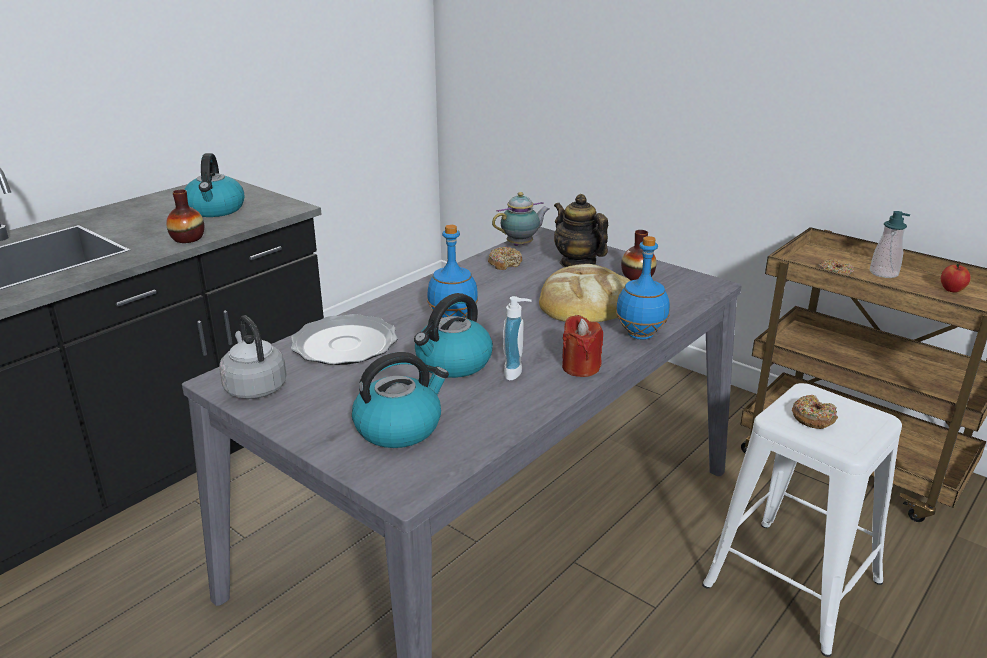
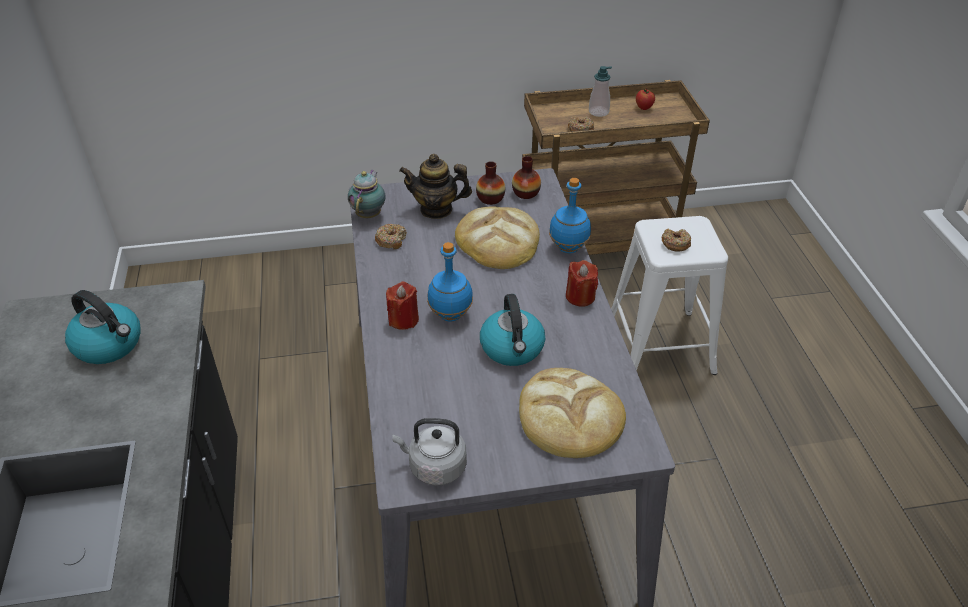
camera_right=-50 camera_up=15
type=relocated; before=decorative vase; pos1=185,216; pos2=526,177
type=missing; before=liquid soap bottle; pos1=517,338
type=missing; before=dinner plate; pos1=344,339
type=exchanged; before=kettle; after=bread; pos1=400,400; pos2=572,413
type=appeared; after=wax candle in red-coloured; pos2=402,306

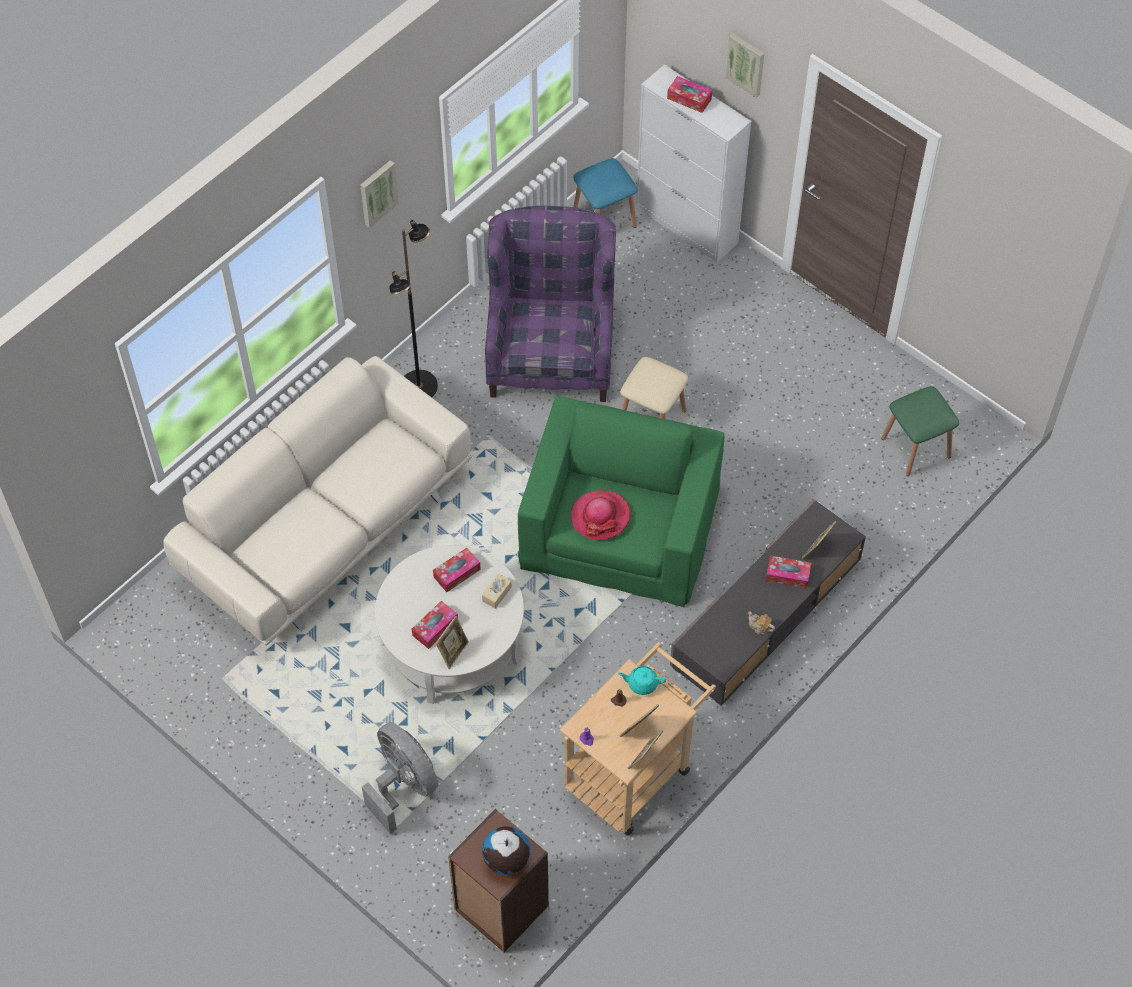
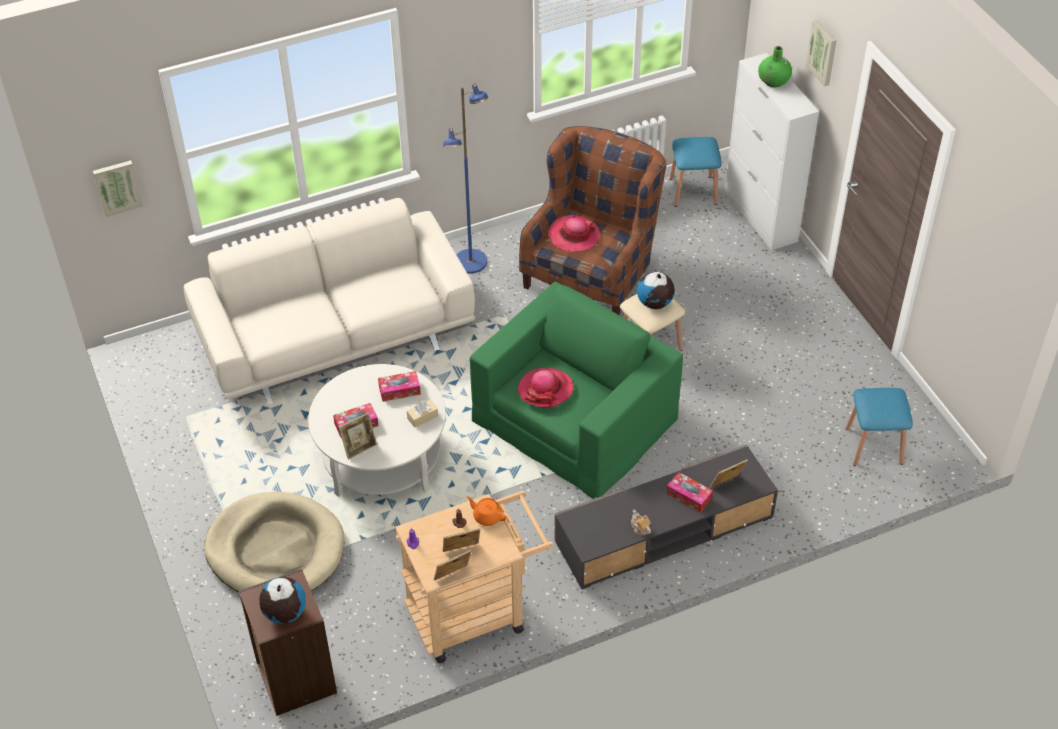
camera_right=25 camera_up=-10
type=exchanged; before=box of tissues; after=decorative vase in green-coloured; pos1=689,94; pos2=775,66
type=relocated; before=wall picture; pos1=379,194; pos2=118,188
type=colour; before=armchair in purple; after=armchair in brown-coloured; pos1=550,304; pos2=593,220
type=colour; before=standing lamp in black; after=standing lamp in bluish; pos1=413,308; pos2=465,178
type=colour; before=sitting stool in green-coloured; after=sitting stool in bluish; pos1=920,431; pos2=879,427
type=colour; before=pot for tea in turquoise-coloured; after=pot for tea in orange-coloured; pos1=642,680; pos2=486,511
type=exchanged; before=fan in greyish; after=pet bed in sand-coloured; pos1=400,778; pos2=274,542
type=appeared; after=clothing hat; pos2=574,233
type=appeared; after=desk globe; pos2=656,290

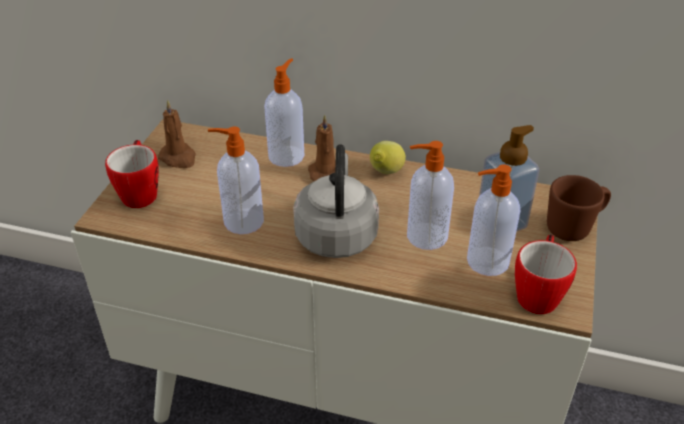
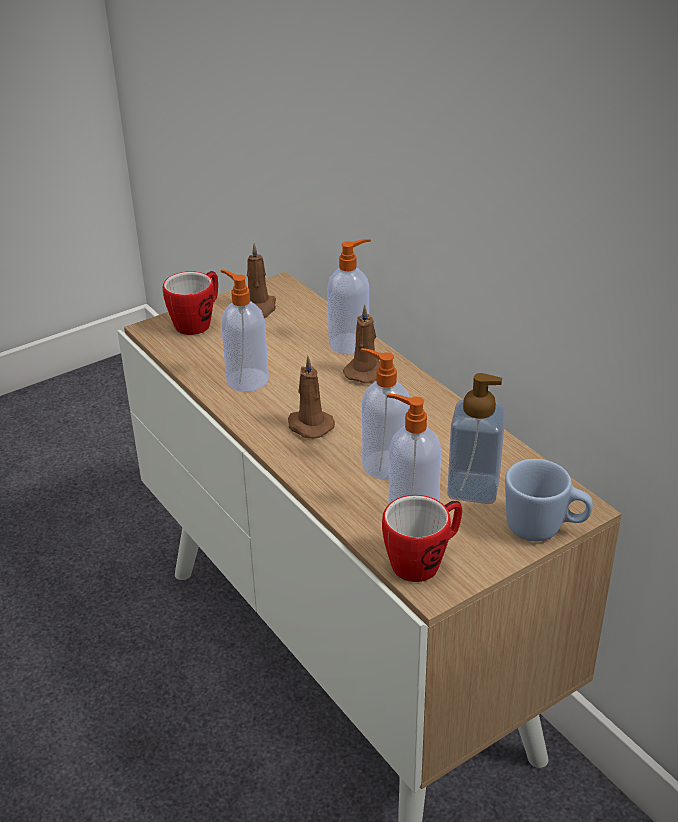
camera_right=40 camera_up=-5
type=missing; before=citrus fruit; pos1=388,157
type=exchanged; before=kettle in greyish; after=wax candle in brown-coloured; pos1=336,201; pos2=311,397
type=colour; before=mug in brown-coloured; after=mug in bluish; pos1=579,208; pos2=549,500

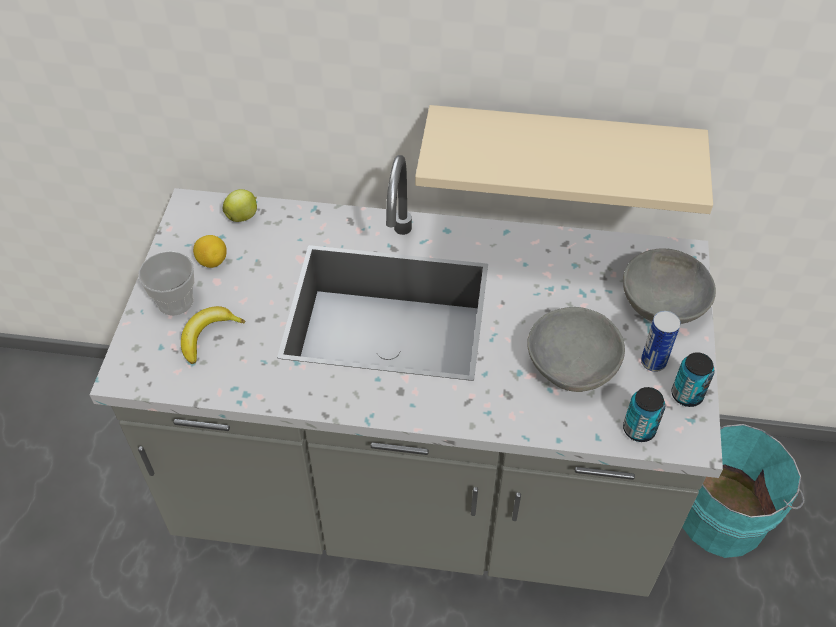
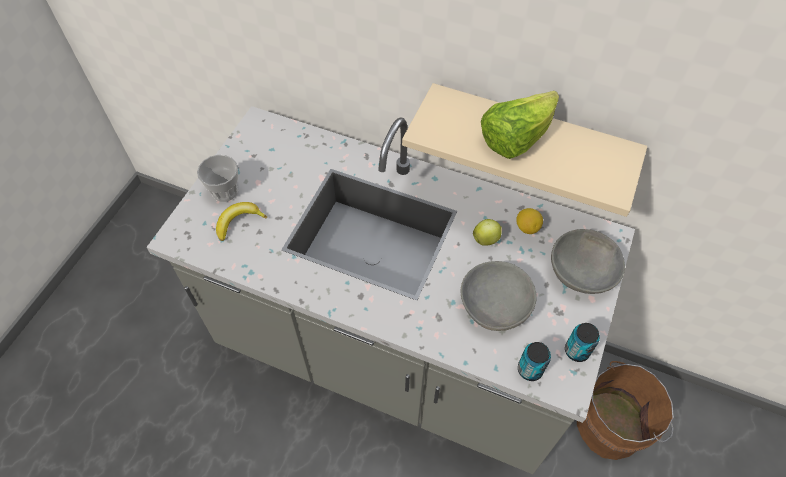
camera_right=15 camera_up=5
type=relocated; before=whole apple; pos1=240,205; pos2=487,232
type=relocated; before=citrus fruit; pos1=210,251; pos2=529,221
type=missing; before=can; pos1=661,341
type=colour; before=bucket in turquoise-coloured; after=bucket in brown-coloured; pos1=743,491; pos2=625,410
type=appeared; after=lettuce; pos2=520,125

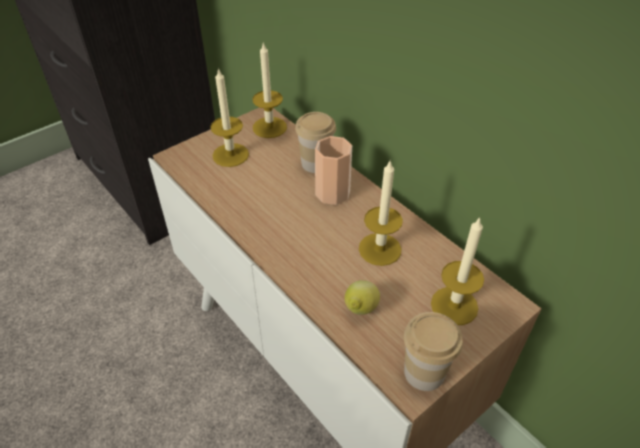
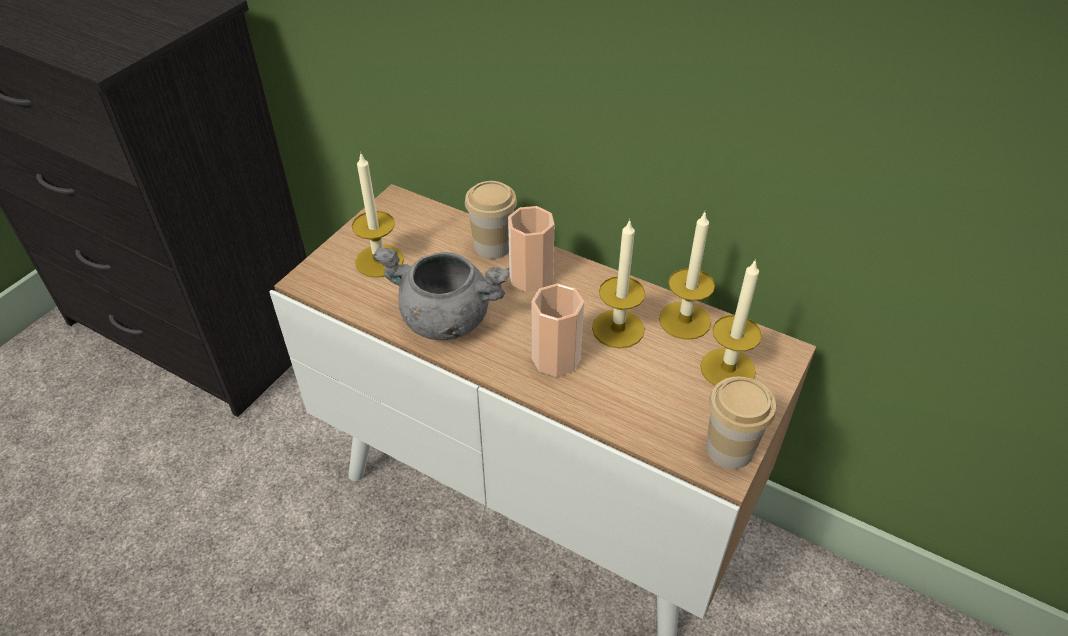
camera_right=-20 camera_up=0
type=relocated; before=wax candle; pos1=269,90; pos2=687,276
type=missing; before=citrus fruit; pos1=362,297
type=appeared; after=saucepot in greyish; pos2=441,294
type=appeared; after=cup; pos2=558,330

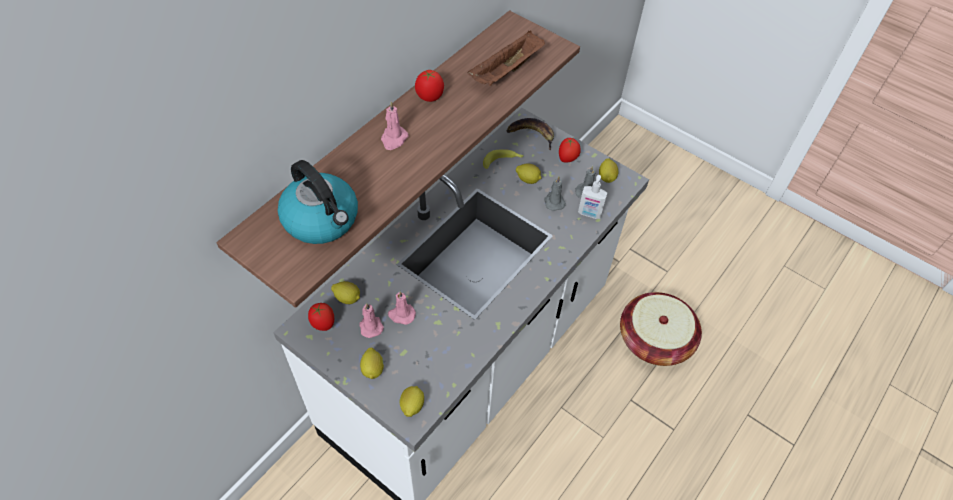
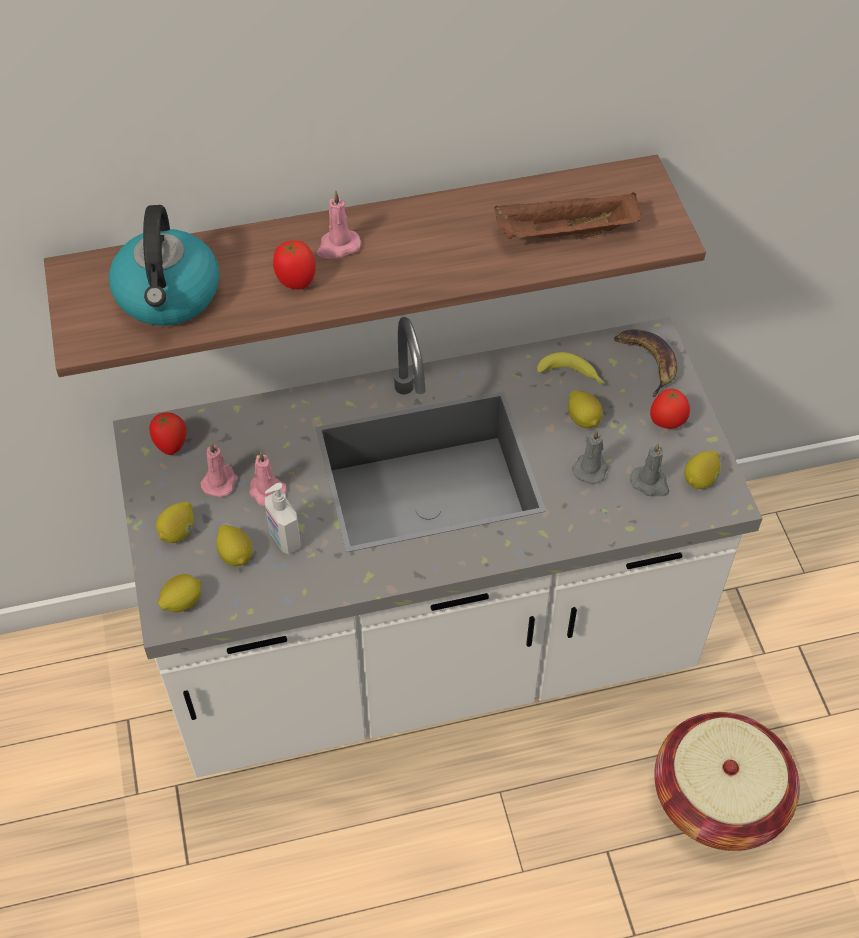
camera_right=40 camera_up=0
type=relocated; before=whole tomato; pos1=429,86; pos2=294,265
type=relocated; before=liquid soap bottle; pos1=592,197; pos2=283,519
type=relocated; before=citrus fruit; pos1=345,292; pos2=234,545

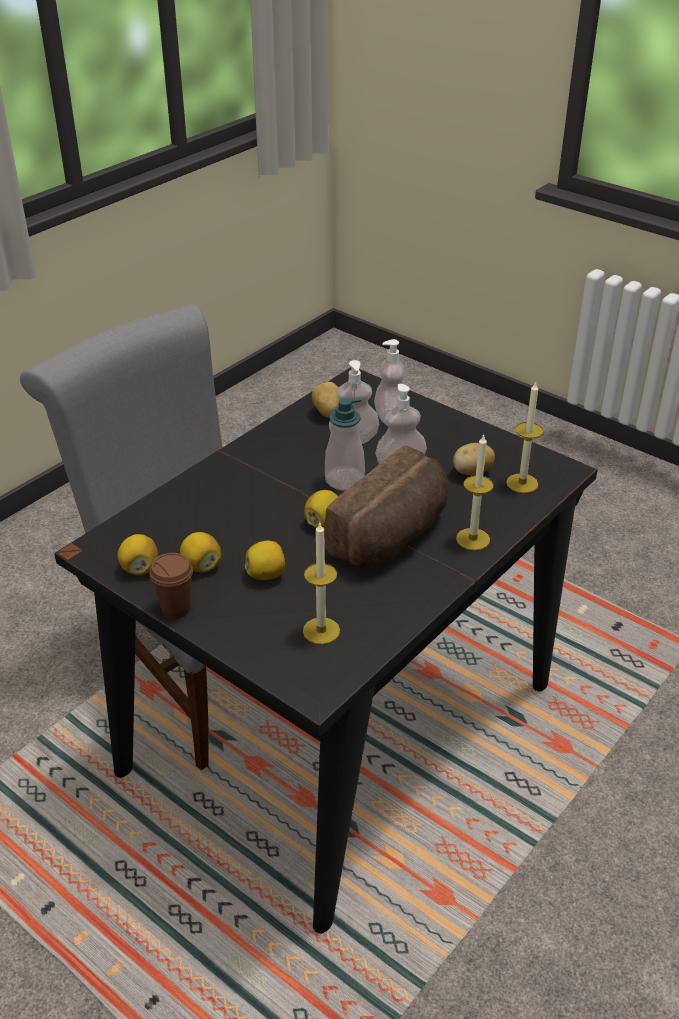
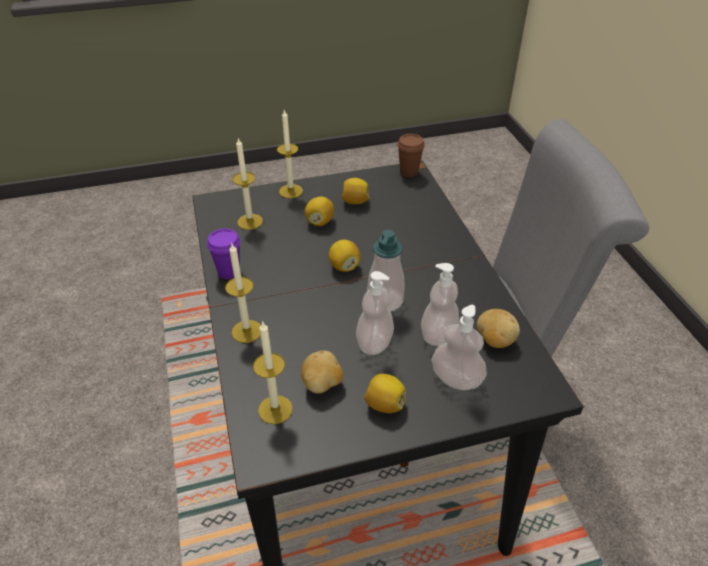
camera_right=125 camera_up=5
type=missing; before=bread; pos1=387,507
type=relocated; before=citrus fruit; pos1=138,554; pos2=385,393
type=relocated; before=cup in brown-coloured; pos1=171,586; pos2=411,155
type=appeared; after=wax candle; pos2=290,154
type=appeared; after=cup in purple; pos2=224,253

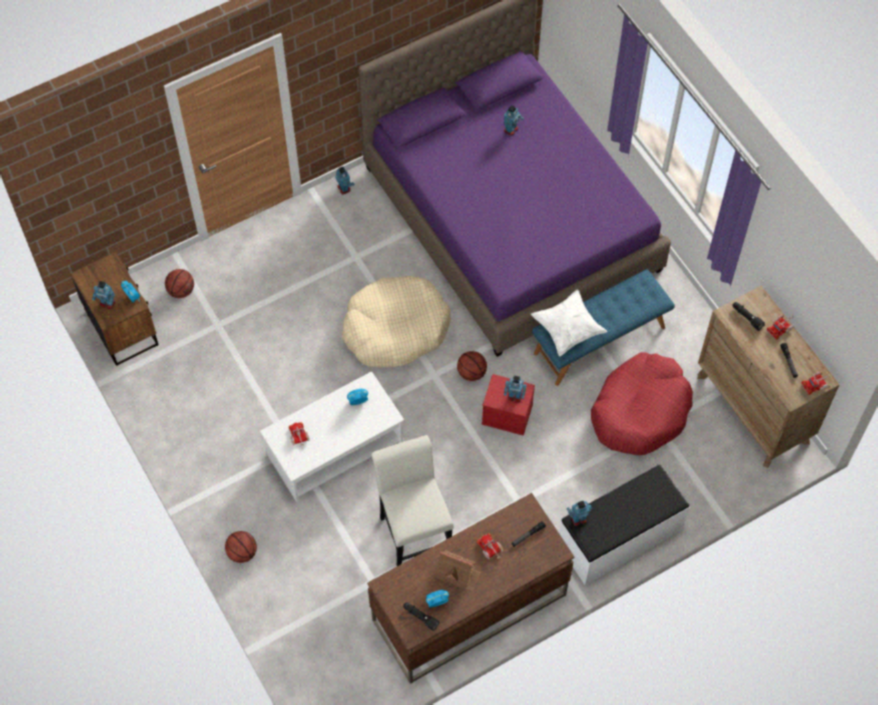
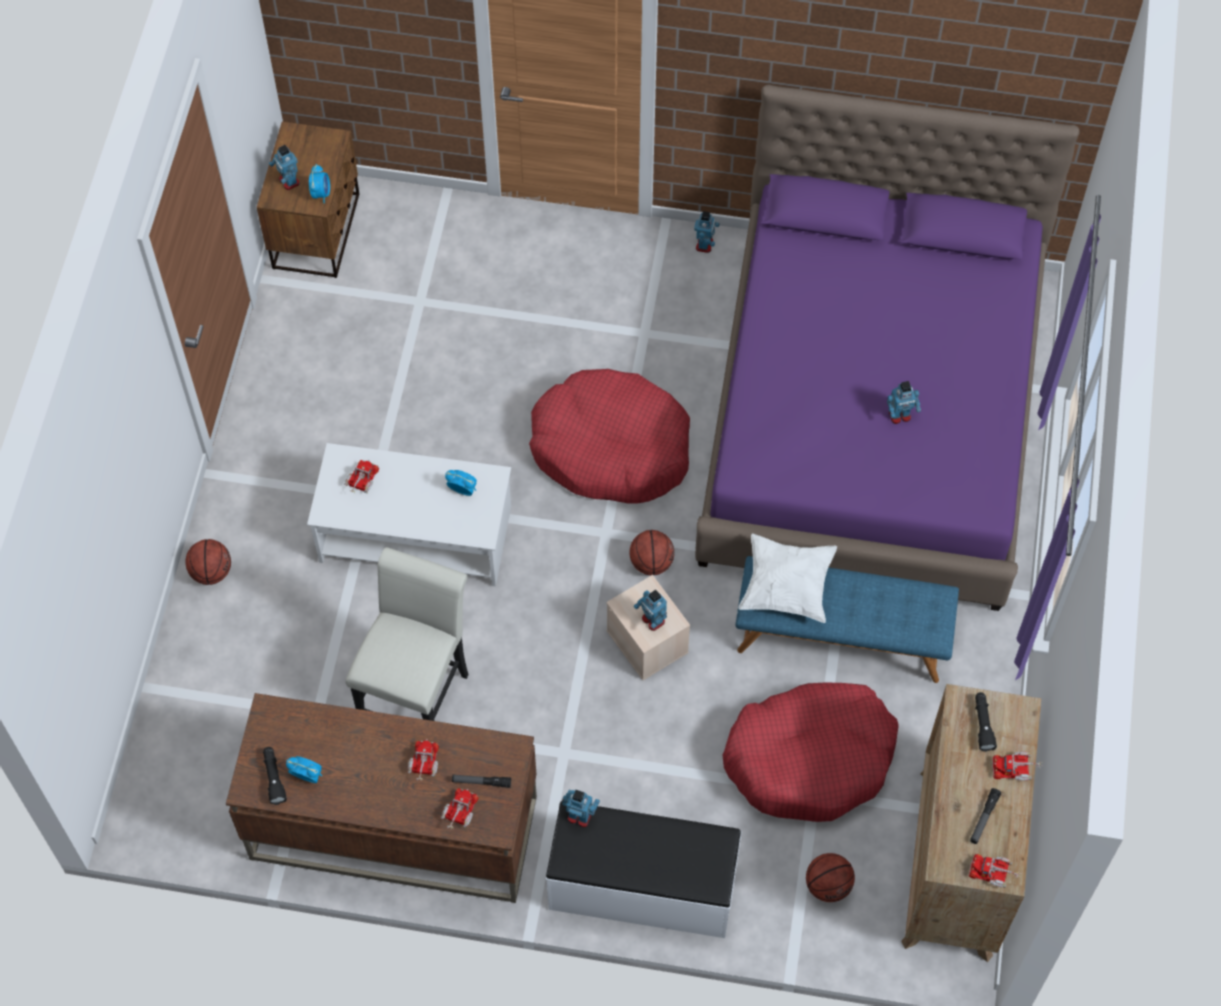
camera_right=40 camera_up=0
type=relocated; before=robot figure; pos1=514,120; pos2=904,402
type=relocated; before=basketball; pos1=179,283; pos2=830,877
type=colour; before=pet bed in sand-coloured; after=pet bed in red-coloured; pos1=396,321; pos2=609,436
type=colour; before=storage bin in red-coloured; after=storage bin in sand-coloured; pos1=508,405; pos2=648,627
type=missing; before=toy house; pos1=459,571
type=appeared; after=toy lorry; pos2=460,808

